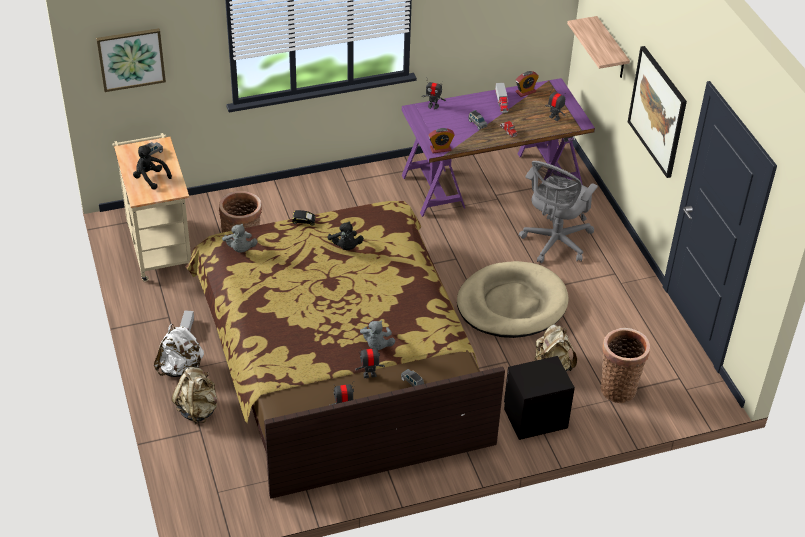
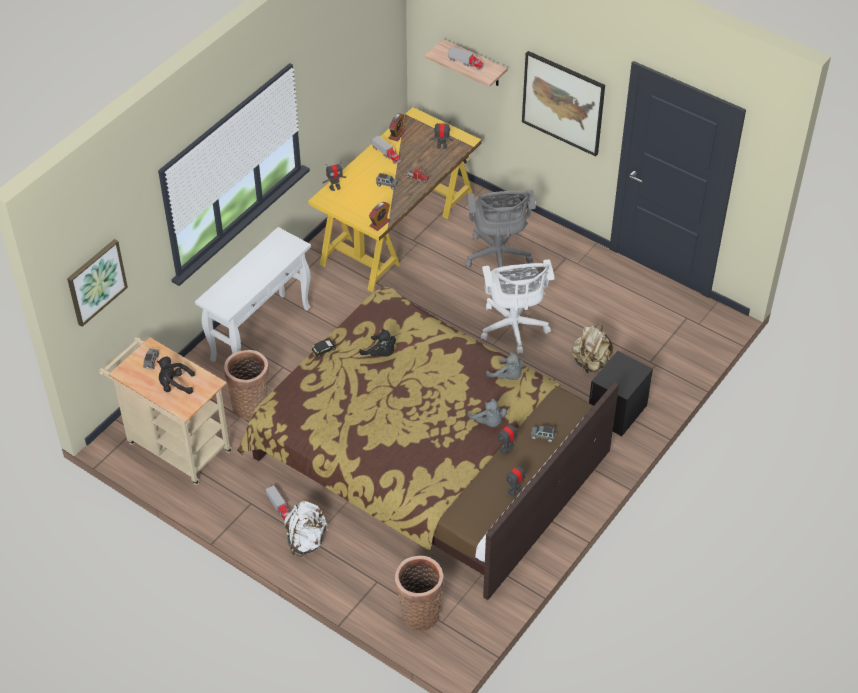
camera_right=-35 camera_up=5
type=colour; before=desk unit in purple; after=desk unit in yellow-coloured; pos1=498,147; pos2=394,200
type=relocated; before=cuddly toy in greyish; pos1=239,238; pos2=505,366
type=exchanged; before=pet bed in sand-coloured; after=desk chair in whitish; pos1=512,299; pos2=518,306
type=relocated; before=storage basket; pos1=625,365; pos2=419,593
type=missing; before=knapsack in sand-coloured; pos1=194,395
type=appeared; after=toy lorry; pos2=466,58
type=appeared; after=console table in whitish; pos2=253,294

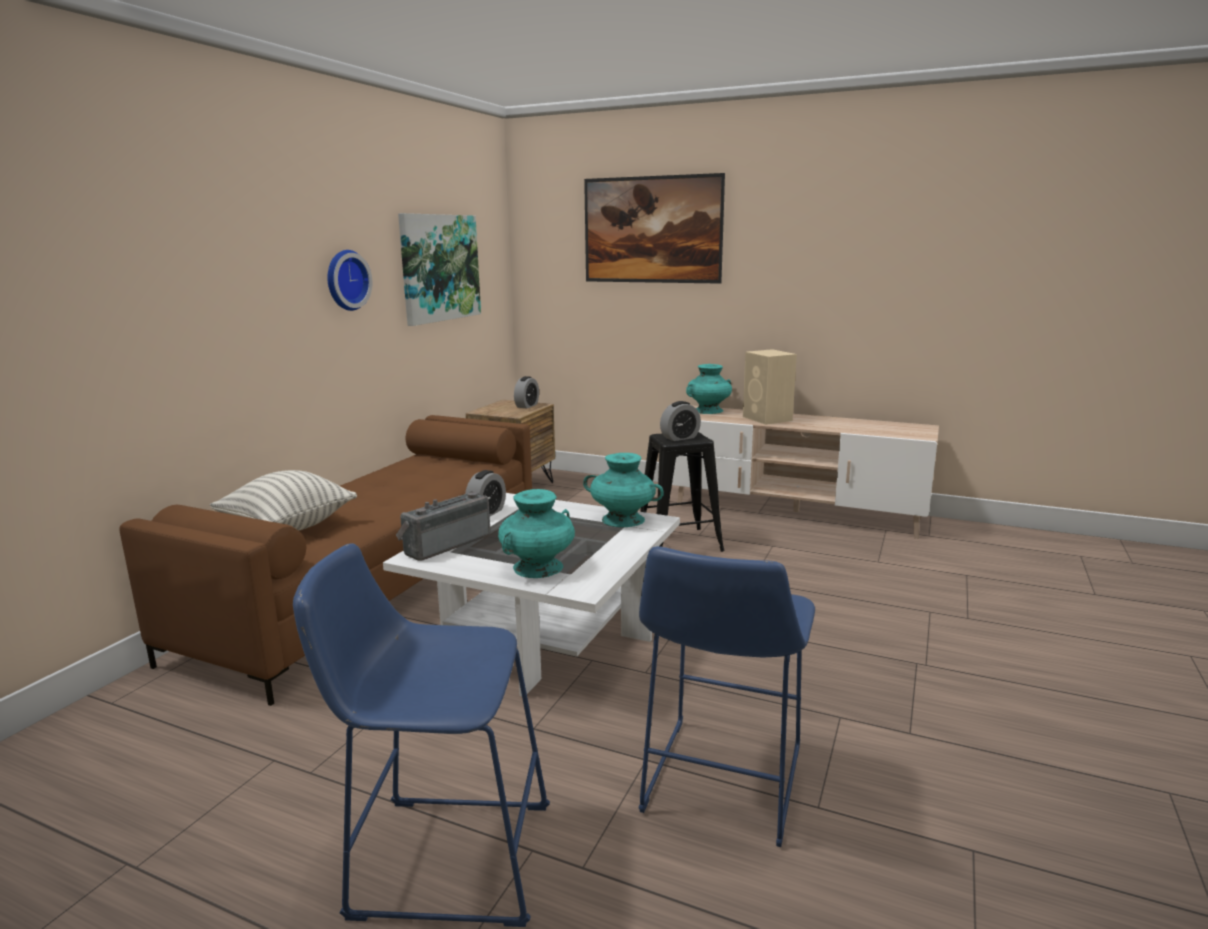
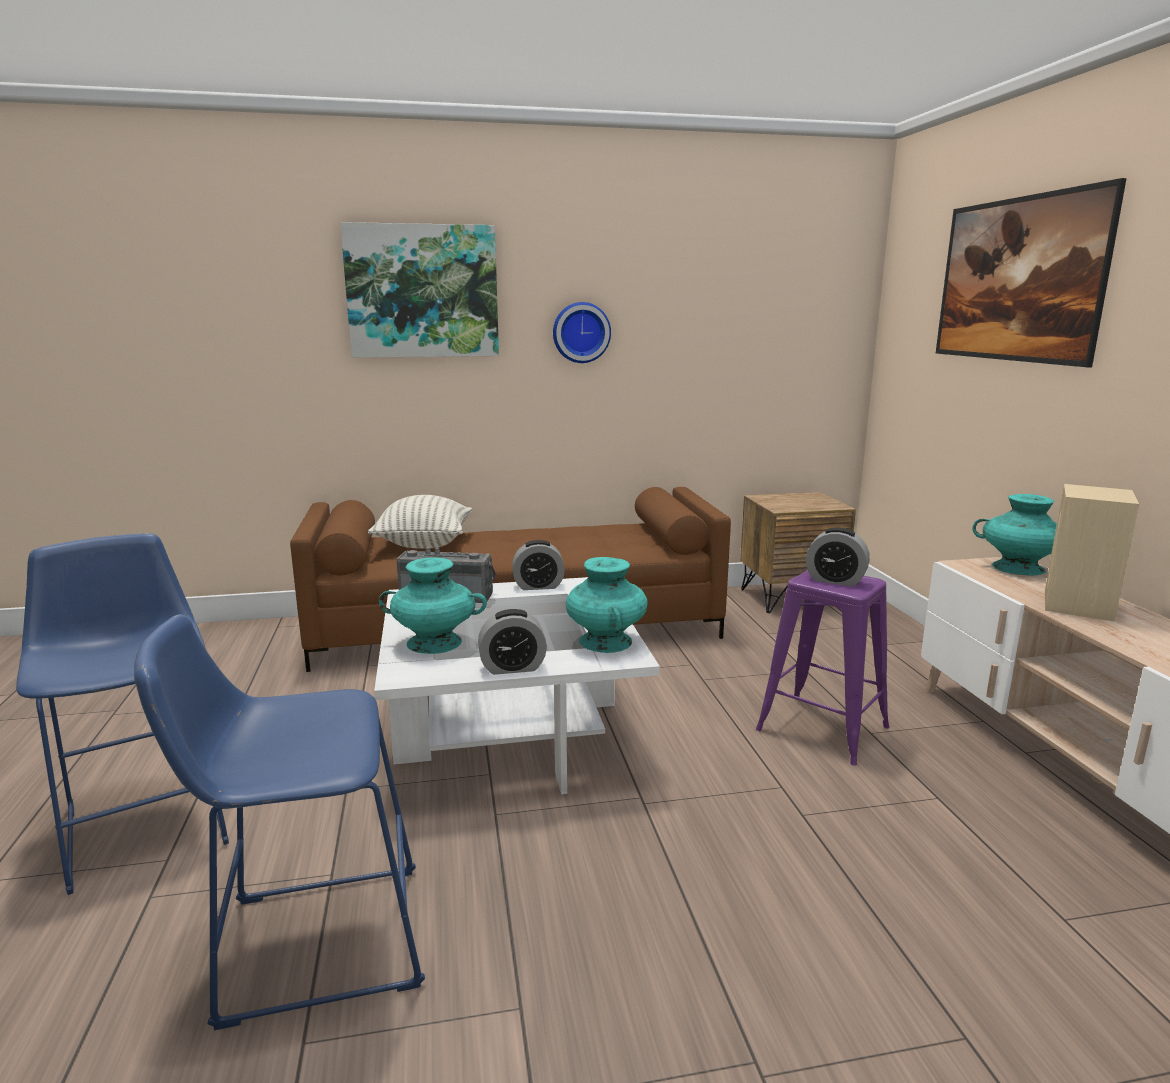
camera_right=55 camera_up=0
type=relocated; before=wall picture; pos1=439,269; pos2=419,290
type=relocated; before=alarm clock; pos1=526,392; pos2=512,642
type=colour; before=sitting stool in black; after=sitting stool in purple; pos1=682,492; pos2=823,667

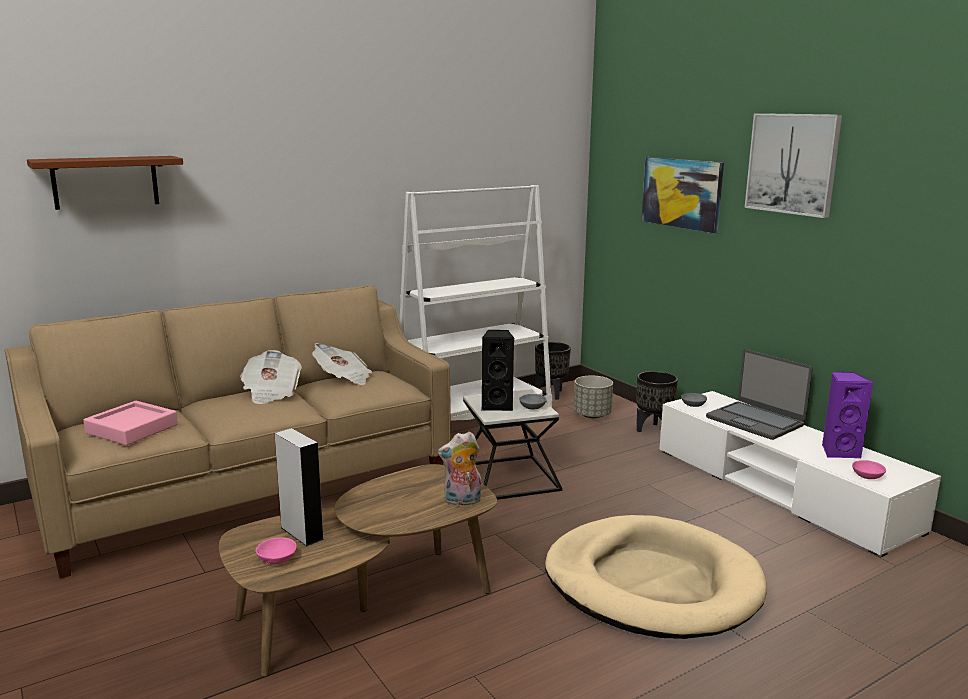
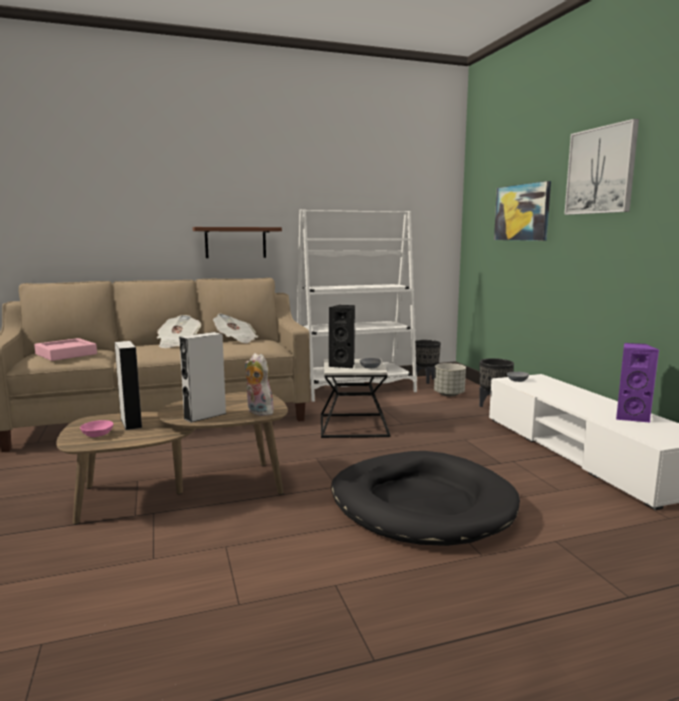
camera_right=15 camera_up=-5
type=relocated; before=wall shelf in brown-coloured; pos1=105,183; pos2=237,242
type=missing; before=laptop; pos1=759,394
type=spun; before=cuddly toy; pos1=460,468; pos2=260,384; turn=45
type=missing; before=bowl in pink-coloured; pos1=869,469
type=colour; before=pet bed in sand-coloured; after=pet bed in black; pos1=656,577; pos2=425,498
type=appeared; after=speaker in greyish; pos2=202,377

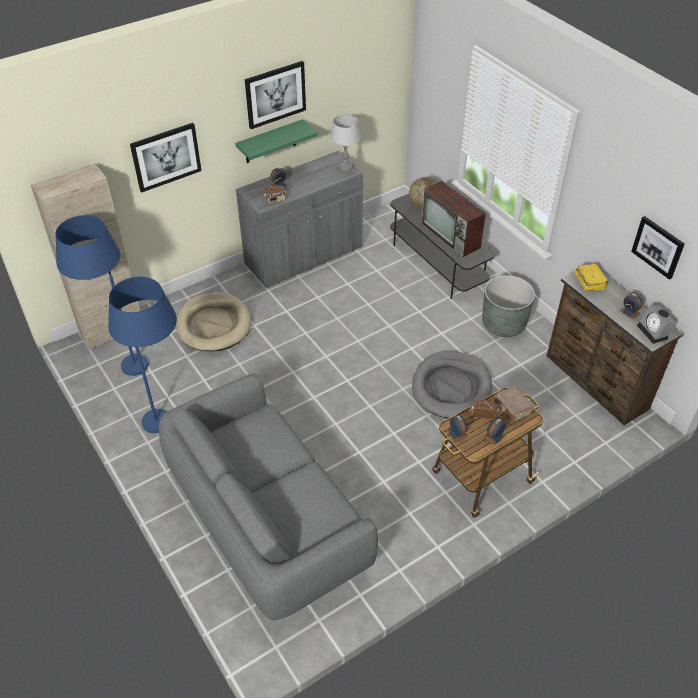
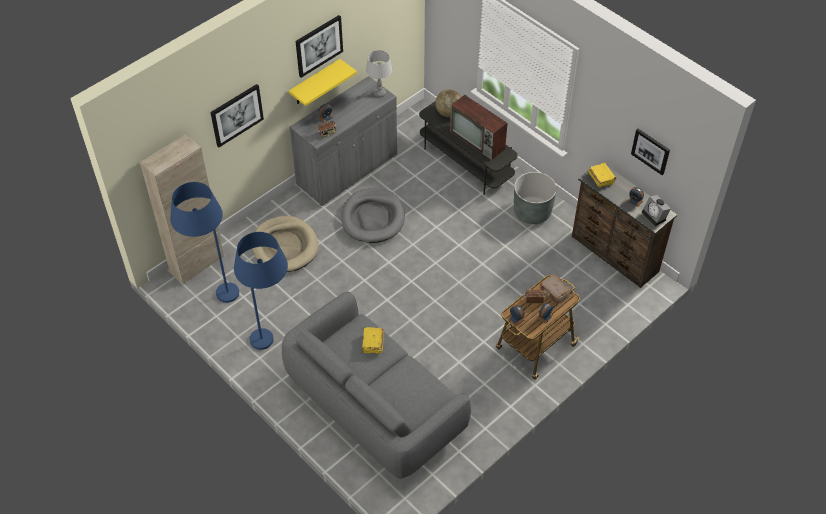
camera_right=-10 camera_up=5
type=colour; before=wall shelf in green-coloured; after=wall shelf in yellow-coloured; pos1=276,141; pos2=323,82
type=relocated; before=pet bed in greyish; pos1=452,385; pos2=373,215
type=appeared; after=bound book in yellow-coloured; pos2=373,340

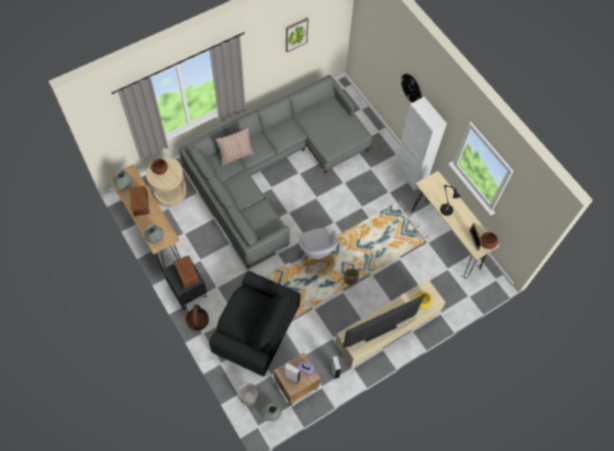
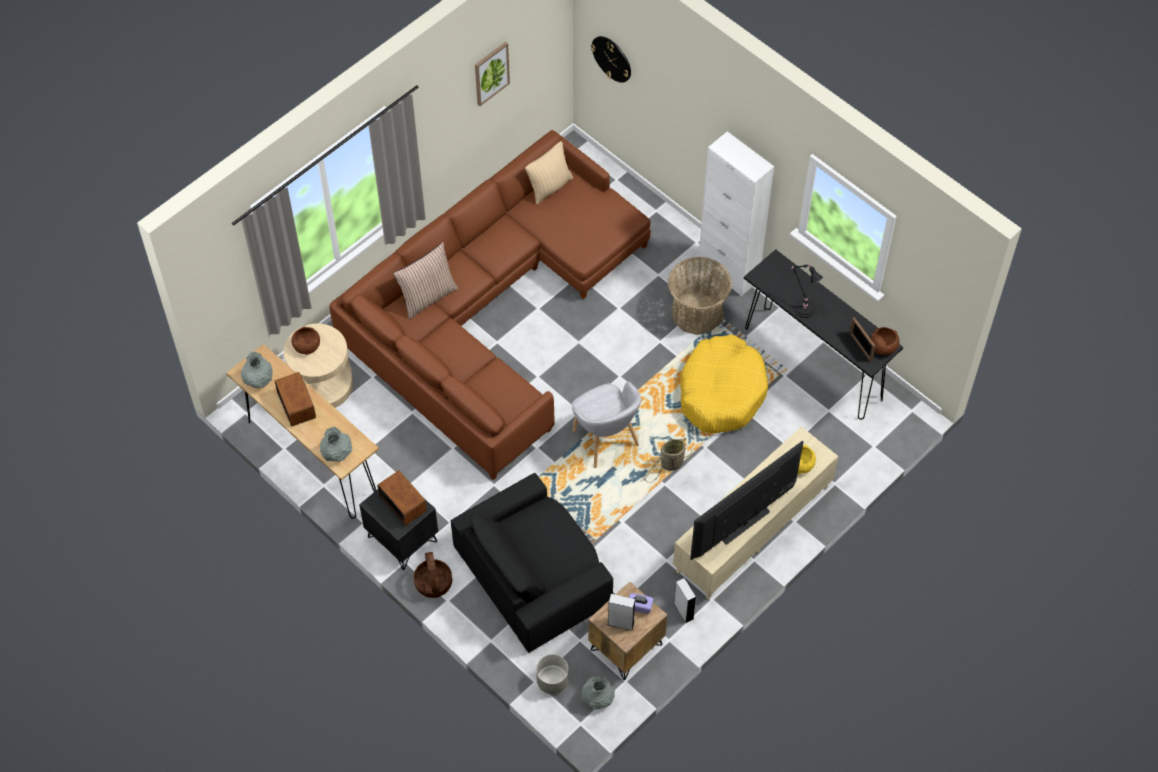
camera_right=-10 camera_up=-5
type=relocated; before=hanging clock; pos1=411,88; pos2=611,59
type=colour; before=sofa in greyish; after=sofa in brown-coloured; pos1=275,171; pos2=490,305
type=colour; before=console table in sand-coloured; after=console table in black; pos1=455,225; pos2=823,334
type=spun; before=armchair in black; pos1=254,324; pos2=532,563; turn=135
type=appeared; after=throw pillow in sand-coloured; pos2=549,173
type=appeared; after=storage basket; pos2=700,296
type=appeared; after=pet bed in yellow-coloured; pos2=724,384

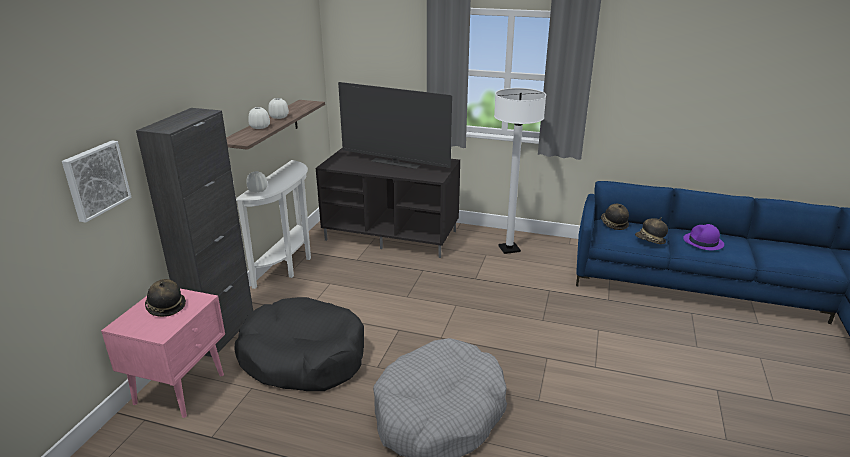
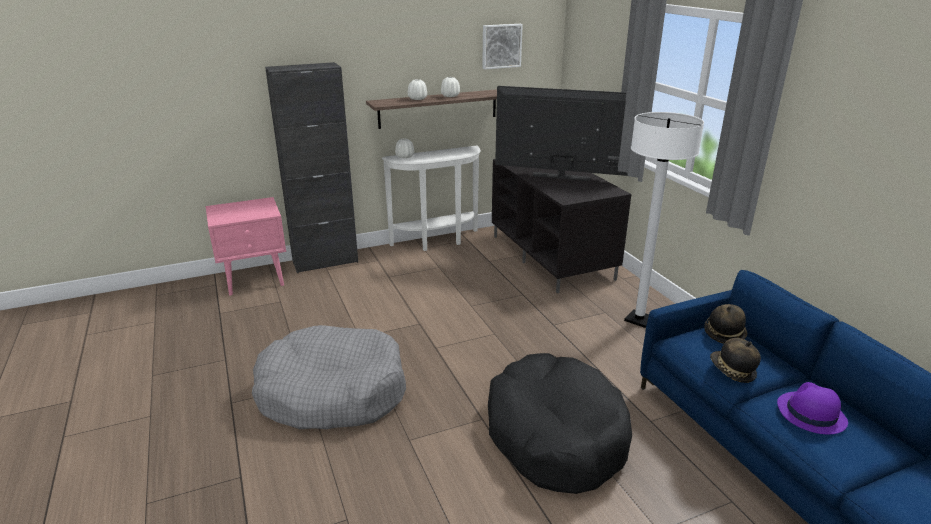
camera_right=50 camera_up=0
type=spun; before=television; pos1=395,125; pos2=561,133; turn=120
type=relocated; before=wall picture; pos1=97,182; pos2=502,46
type=missing; before=clothing hat; pos1=165,298
type=relocated; before=pet bed in black; pos1=299,344; pos2=560,423

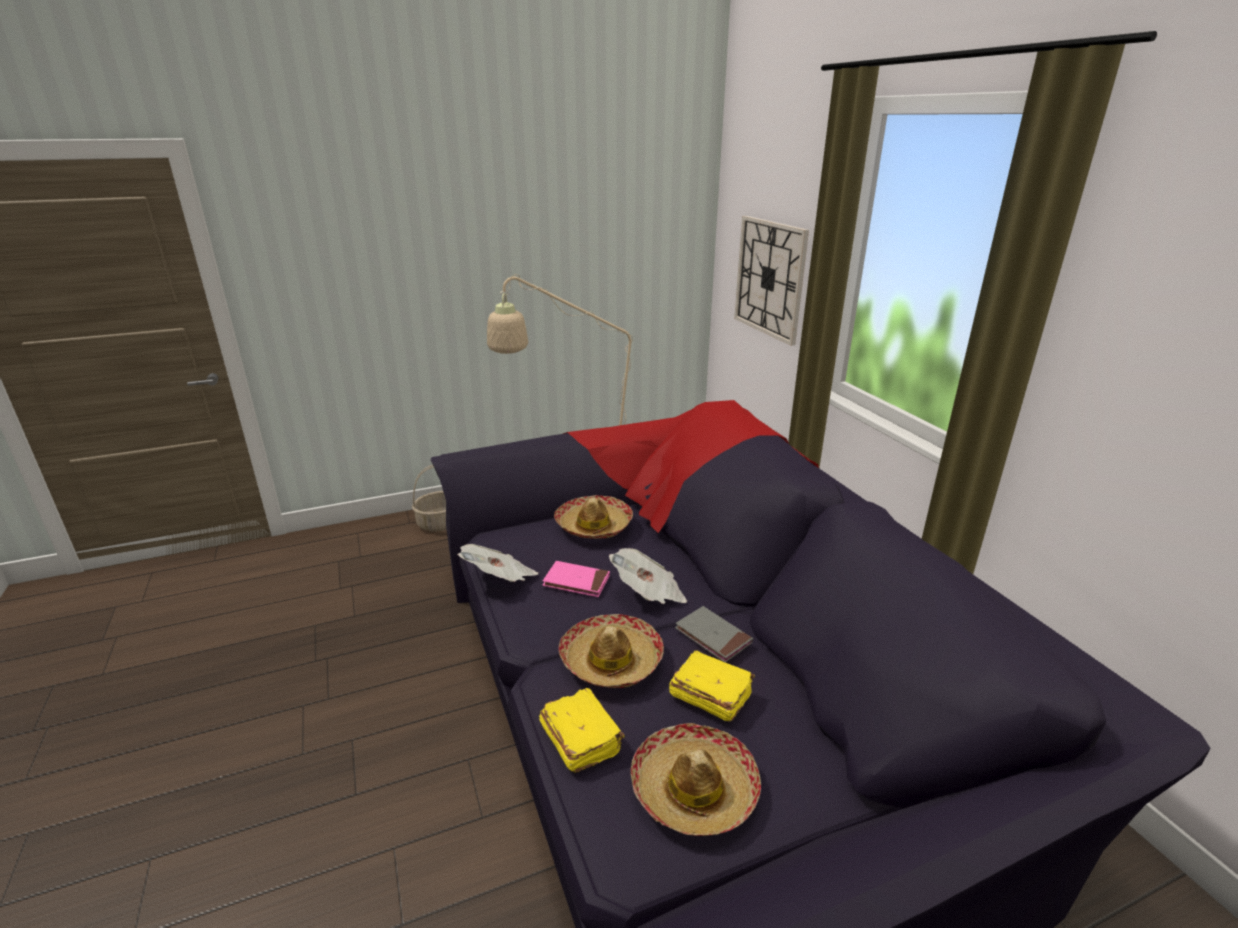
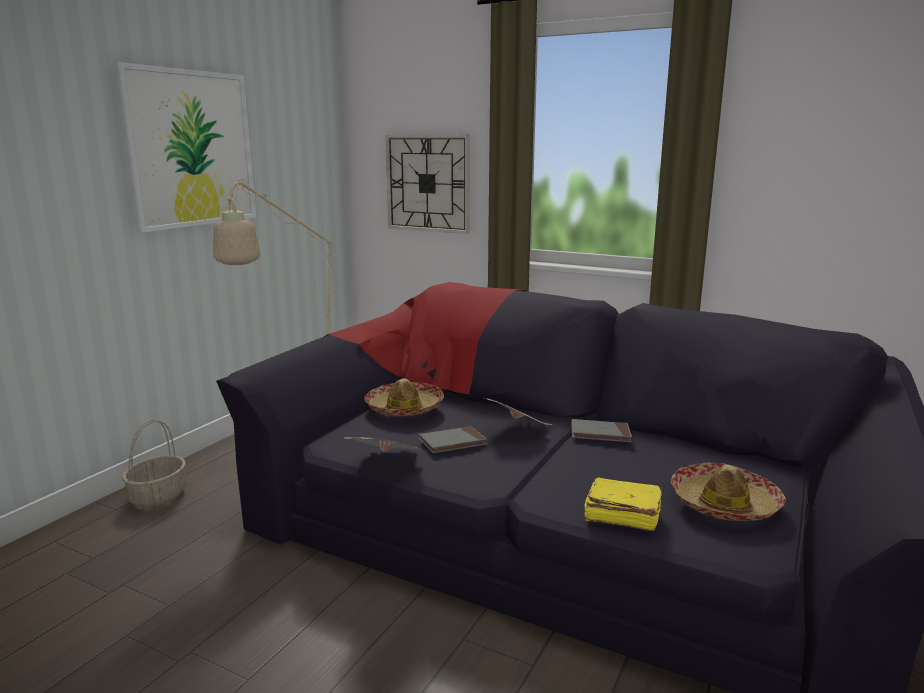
camera_right=-40 camera_up=-10
type=colour; before=bound book in pink-coloured; after=bound book in greyish; pos1=576,579; pos2=453,439
type=missing; before=clothing hat; pos1=611,651
type=missing; before=bound book in yellow-coloured; pos1=712,686
type=appeared; after=wall picture; pos2=184,147

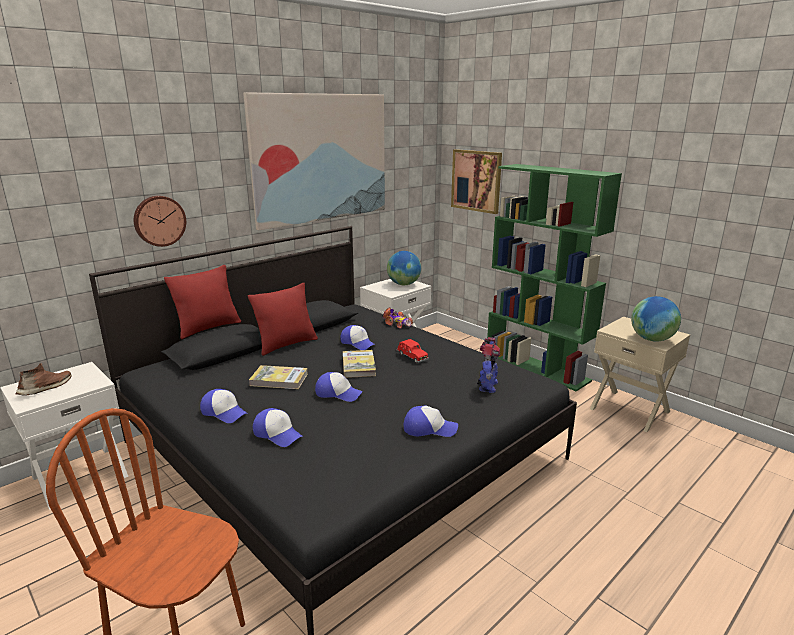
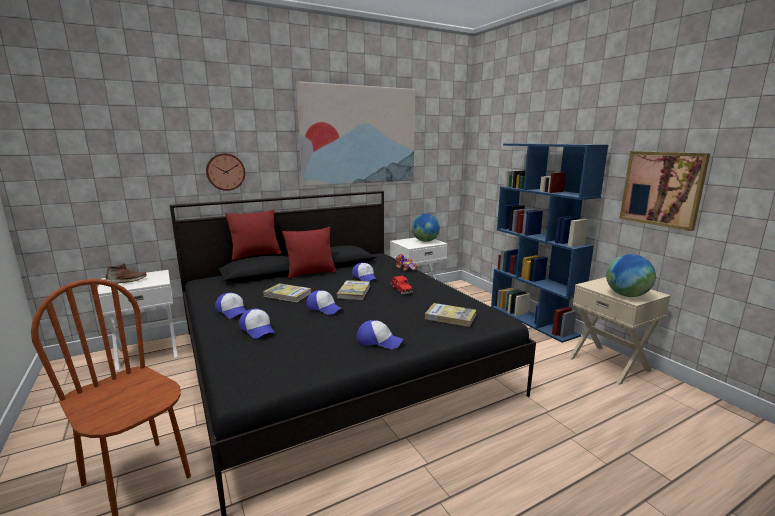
camera_right=15 camera_up=-5
type=relocated; before=wall picture; pos1=476,181; pos2=664,191
type=colour; before=bookcase in green-coloured; after=bookcase in bluish; pos1=554,278; pos2=549,243
type=exchanged; before=robot figure; after=bound book; pos1=489,365; pos2=450,315

